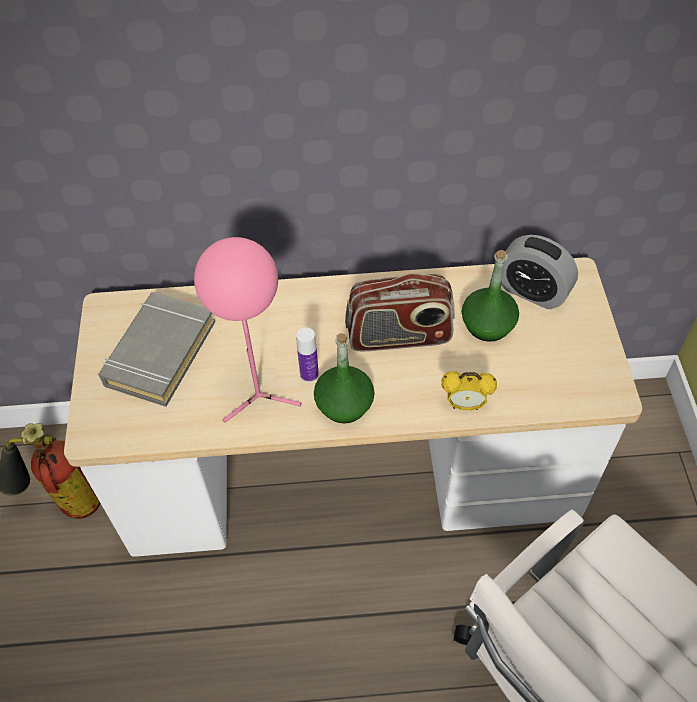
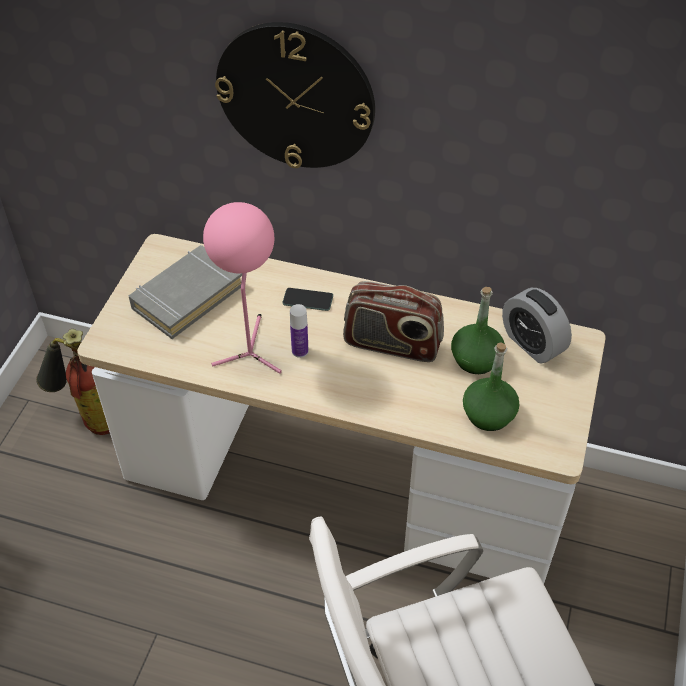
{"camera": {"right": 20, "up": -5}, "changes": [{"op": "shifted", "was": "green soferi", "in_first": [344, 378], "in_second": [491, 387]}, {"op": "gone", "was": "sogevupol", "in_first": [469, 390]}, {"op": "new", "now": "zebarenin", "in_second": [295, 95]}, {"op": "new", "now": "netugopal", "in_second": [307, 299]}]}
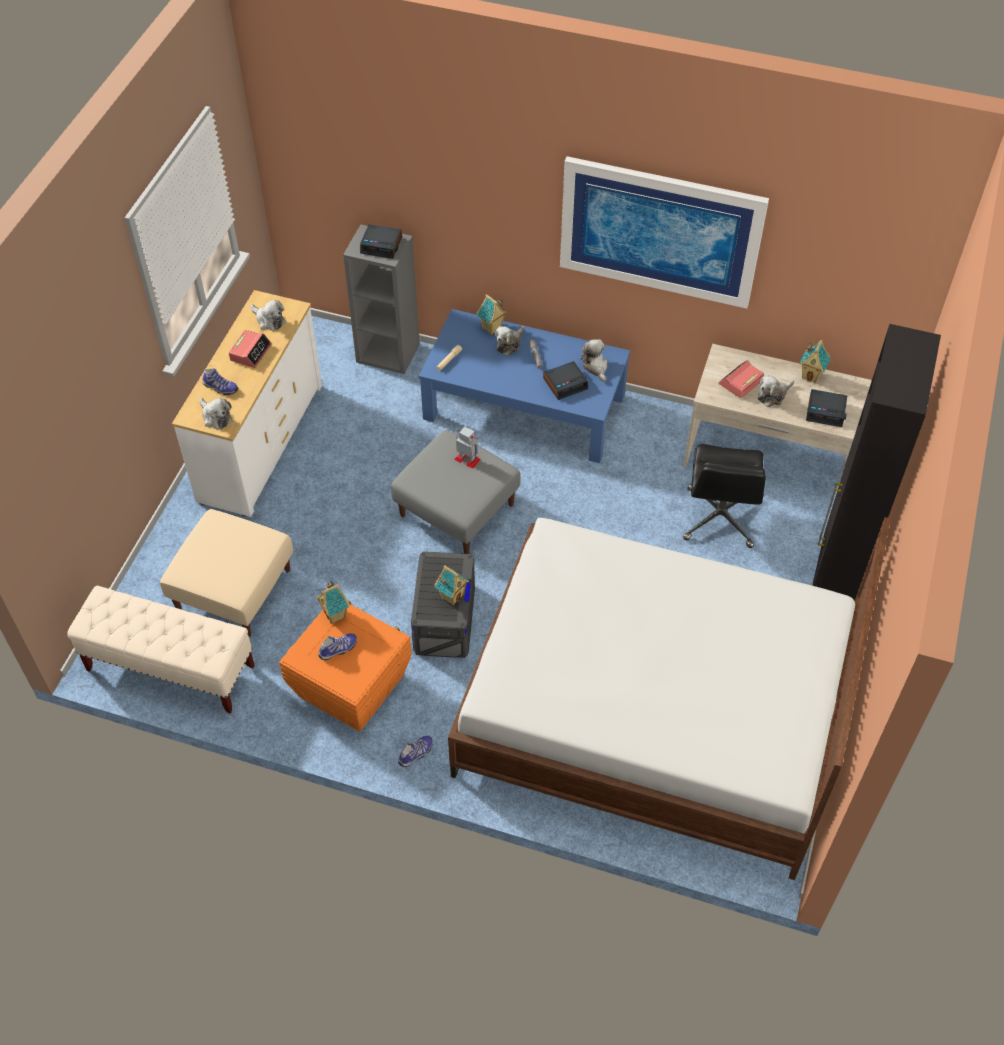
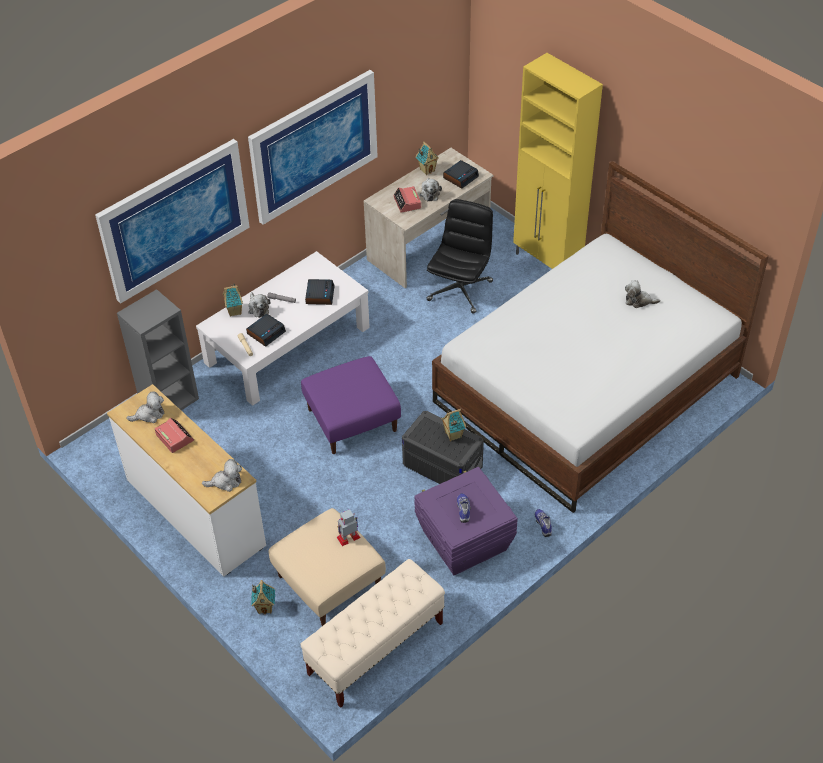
{"camera": {"right": -60, "up": -5}, "changes": [{"op": "gone", "was": "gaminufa", "in_first": [220, 381]}, {"op": "repainted", "was": "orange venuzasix", "now": "purple venuzasix", "in_first": [345, 666], "in_second": [466, 521]}, {"op": "shifted", "was": "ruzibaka", "in_first": [332, 602], "in_second": [263, 597]}, {"op": "shifted", "was": "sogevupol", "in_first": [381, 242], "in_second": [266, 330]}, {"op": "repainted", "was": "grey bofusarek", "now": "purple bofusarek", "in_first": [455, 492], "in_second": [351, 405]}, {"op": "repainted", "was": "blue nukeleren", "now": "white nukeleren", "in_first": [524, 386], "in_second": [283, 328]}, {"op": "shifted", "was": "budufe", "in_first": [467, 447], "in_second": [348, 527]}, {"op": "shifted", "was": "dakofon", "in_first": [594, 360], "in_second": [642, 294]}, {"op": "rotated", "was": "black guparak", "in_first": [724, 496], "in_second": [459, 256], "clockwise": -105}, {"op": "repainted", "was": "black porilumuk", "now": "yellow porilumuk", "in_first": [876, 462], "in_second": [558, 161]}, {"op": "new", "now": "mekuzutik", "in_second": [172, 221]}]}
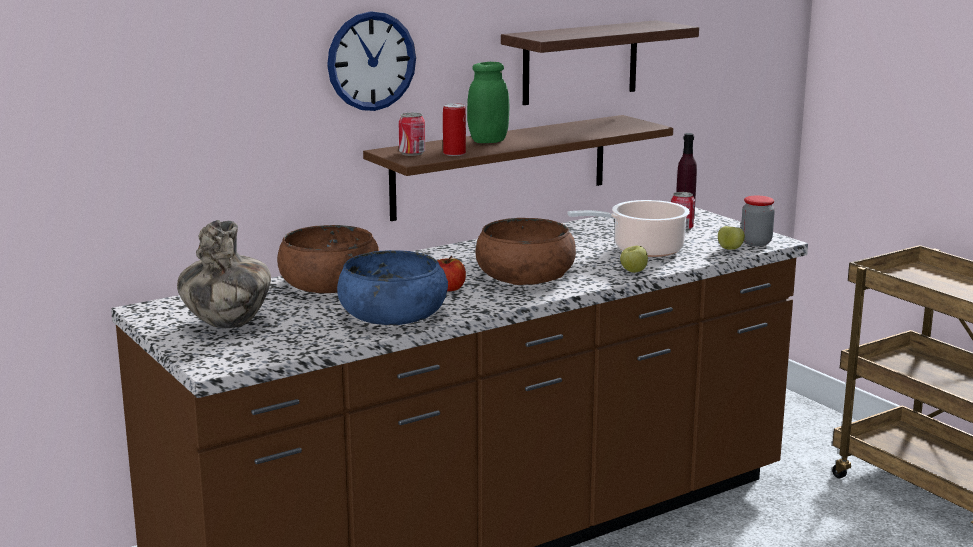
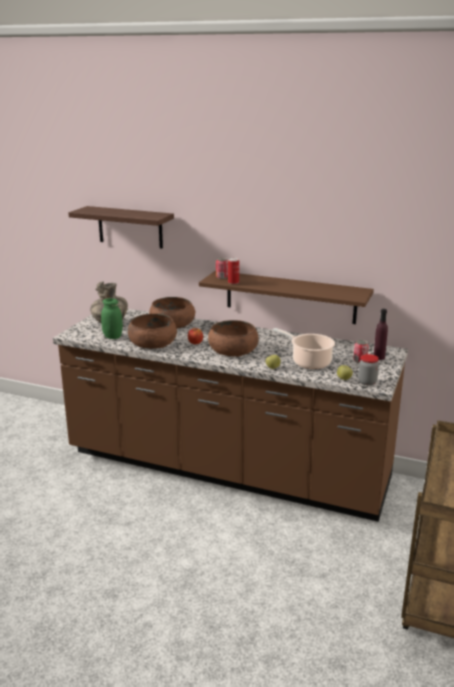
{"camera": {"right": 55, "up": 5}, "changes": [{"op": "gone", "was": "zebarenin", "in_first": [371, 61]}, {"op": "repainted", "was": "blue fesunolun", "now": "brown fesunolun", "in_first": [392, 287], "in_second": [152, 331]}, {"op": "shifted", "was": "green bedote", "in_first": [488, 102], "in_second": [112, 318]}, {"op": "shifted", "was": "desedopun", "in_first": [600, 62], "in_second": [121, 227]}]}
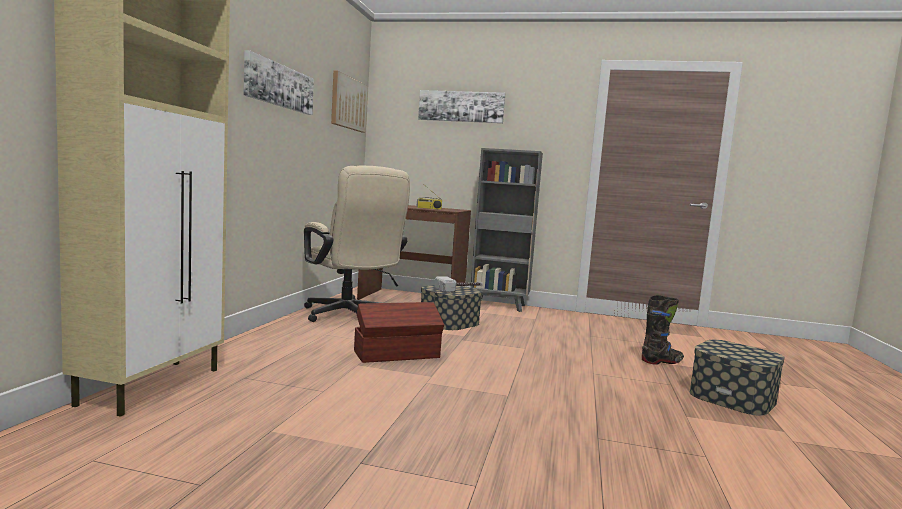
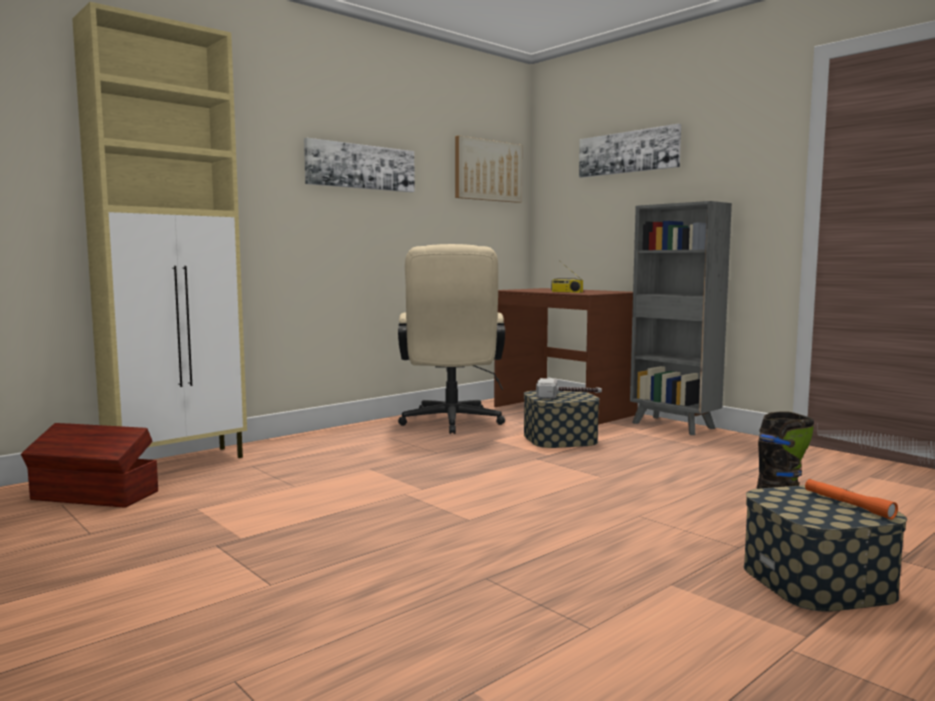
{"camera": {"right": 35, "up": 0}, "changes": [{"op": "shifted", "was": "brown venuzasix", "in_first": [399, 332], "in_second": [89, 465]}, {"op": "new", "now": "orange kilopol", "in_second": [851, 499]}]}
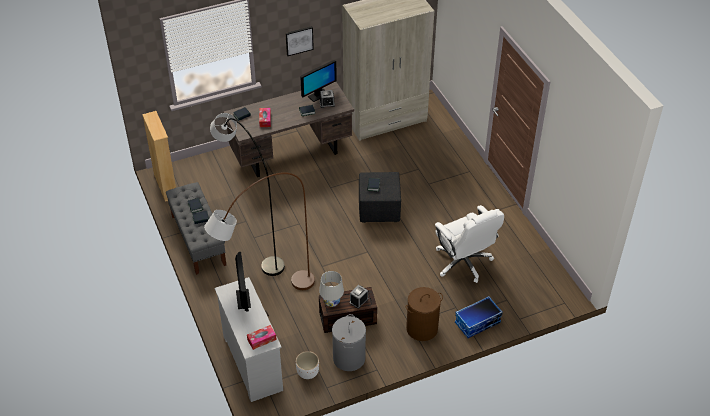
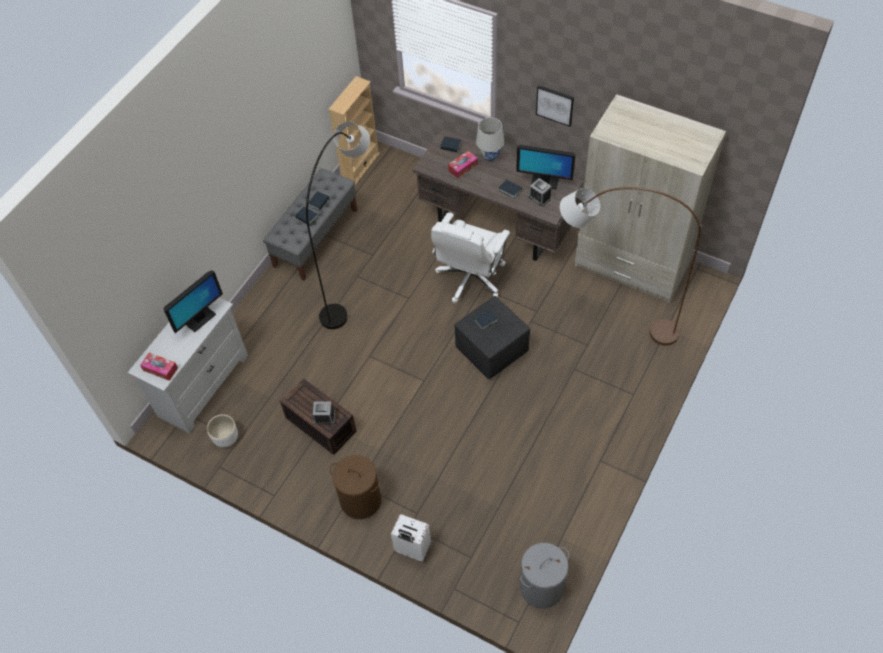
{"camera": {"right": 55, "up": 10}, "changes": [{"op": "shifted", "was": "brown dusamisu", "in_first": [259, 231], "in_second": [630, 266]}, {"op": "shifted", "was": "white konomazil", "in_first": [331, 289], "in_second": [490, 139]}, {"op": "shifted", "was": "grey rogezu", "in_first": [349, 342], "in_second": [544, 576]}, {"op": "shifted", "was": "white guparak", "in_first": [469, 244], "in_second": [470, 257]}, {"op": "swapped", "was": "venuzasix", "now": "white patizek", "in_first": [479, 317], "in_second": [411, 537]}]}
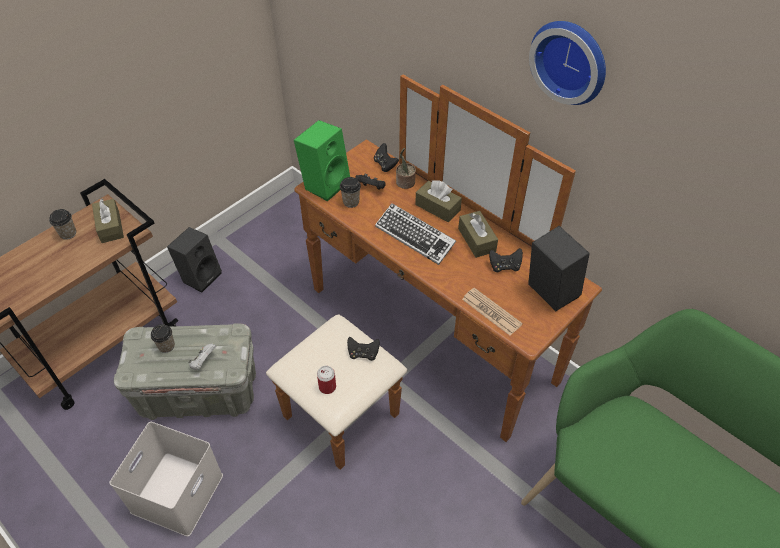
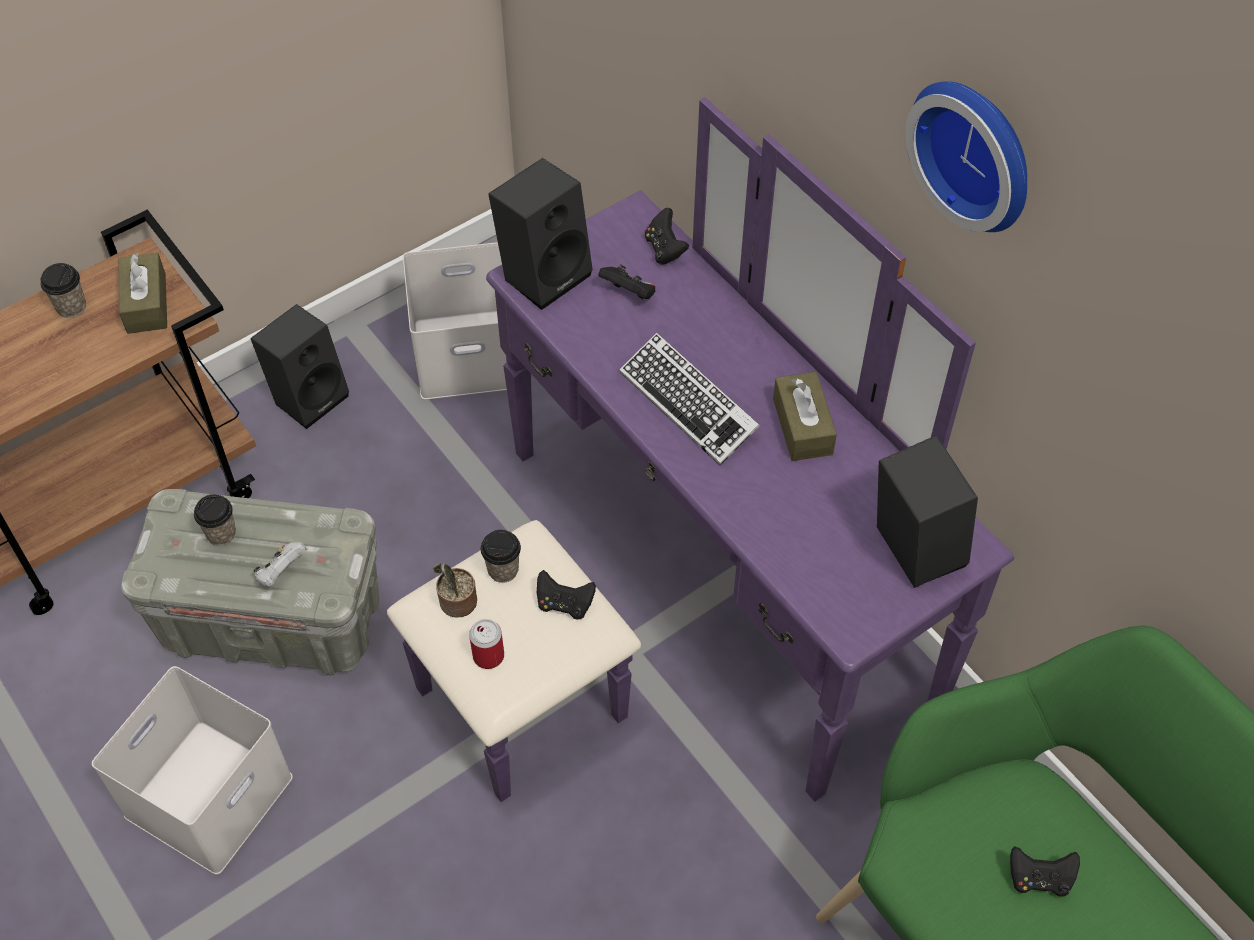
{"camera": {"right": 10, "up": 5}, "changes": [{"op": "repainted", "was": "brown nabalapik", "now": "purple nabalapik", "in_first": [434, 272], "in_second": [700, 449]}, {"op": "repainted", "was": "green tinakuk", "now": "black tinakuk", "in_first": [322, 161], "in_second": [540, 234]}, {"op": "shifted", "was": "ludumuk", "in_first": [350, 192], "in_second": [501, 556]}, {"op": "shifted", "was": "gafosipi", "in_first": [406, 168], "in_second": [455, 590]}, {"op": "gone", "was": "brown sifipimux", "in_first": [438, 201]}, {"op": "gone", "was": "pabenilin", "in_first": [492, 311]}, {"op": "shifted", "was": "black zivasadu", "in_first": [506, 260], "in_second": [1045, 871]}, {"op": "new", "now": "white venuzasix", "in_second": [455, 321]}]}
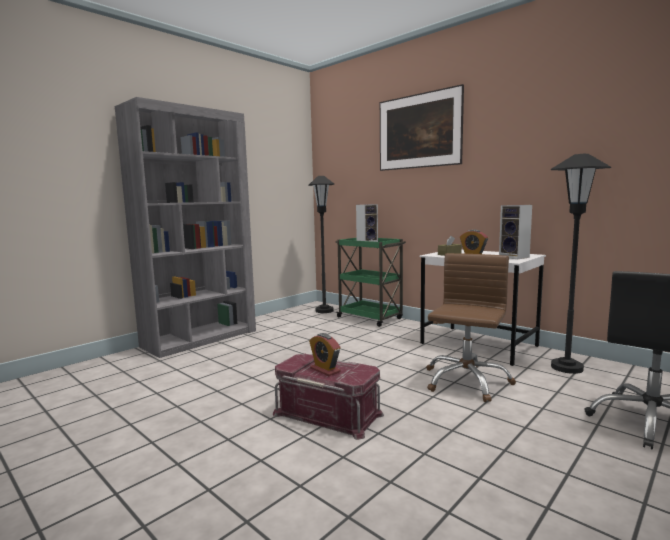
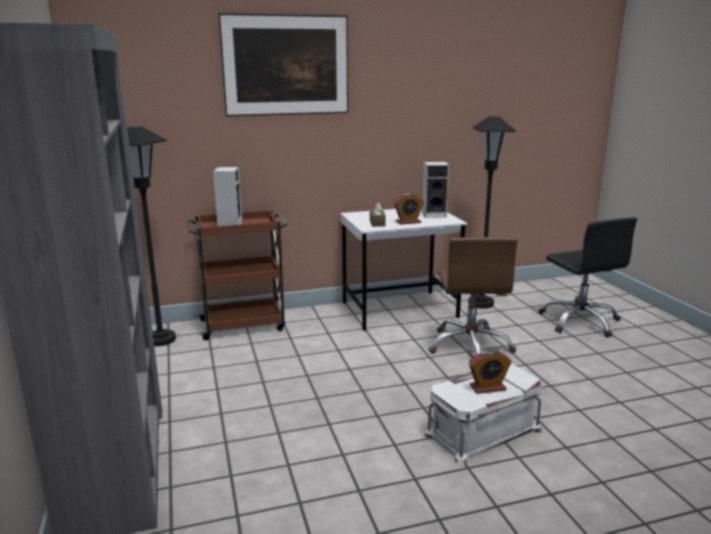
{"camera": {"right": -60, "up": 10}, "changes": [{"op": "repainted", "was": "red venuzasix", "now": "white venuzasix", "in_first": [328, 397], "in_second": [483, 414]}, {"op": "repainted", "was": "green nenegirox", "now": "brown nenegirox", "in_first": [370, 282], "in_second": [238, 275]}, {"op": "rotated", "was": "brown guparak", "in_first": [471, 327], "in_second": [473, 296], "clockwise": -150}]}
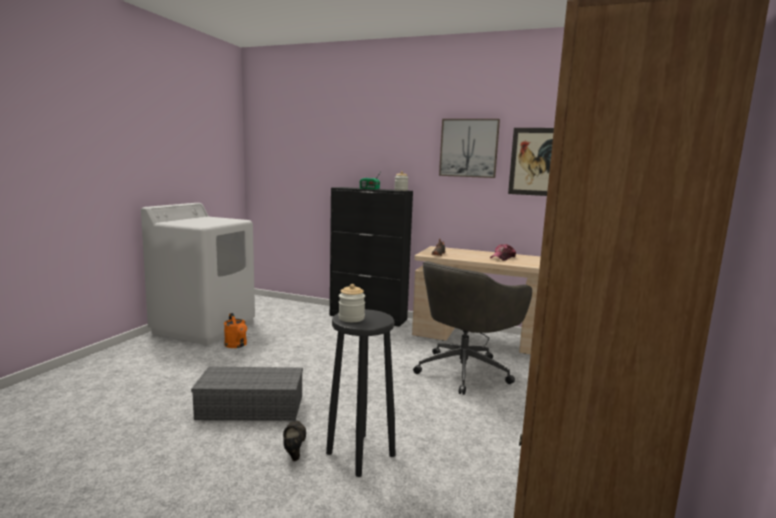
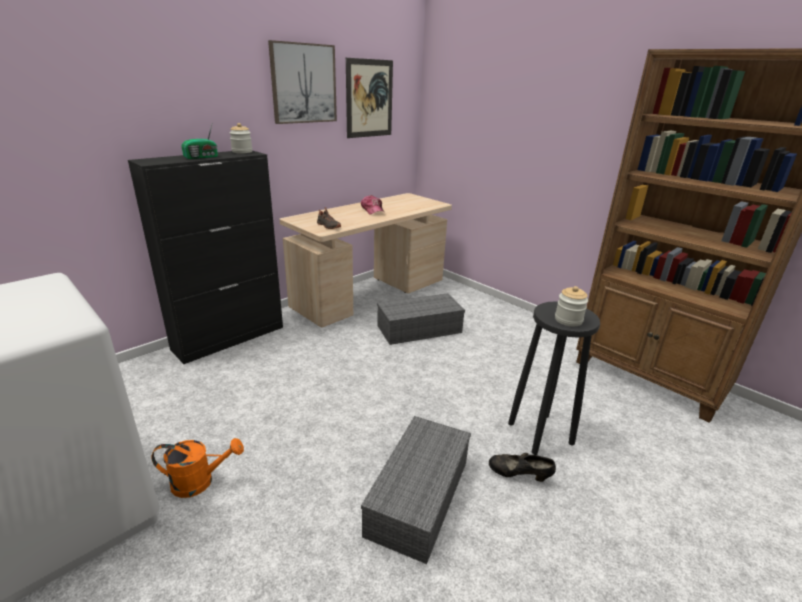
{"camera": {"right": -65, "up": 15}, "changes": [{"op": "swapped", "was": "grey guparak", "now": "grey venuzasix", "in_first": [472, 328], "in_second": [421, 319]}]}
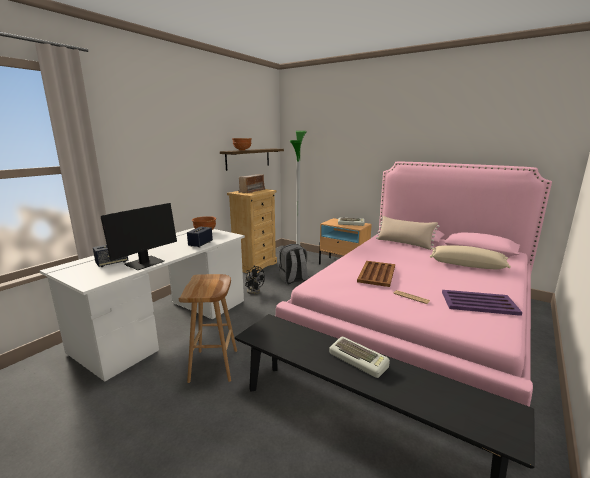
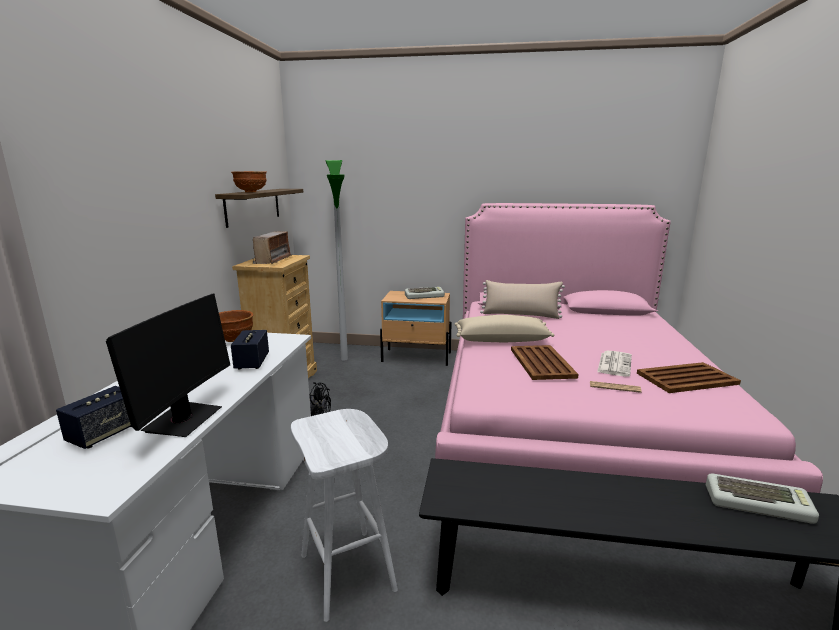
{"camera": {"right": -25, "up": 0}, "changes": [{"op": "repainted", "was": "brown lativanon", "now": "white lativanon", "in_first": [208, 328], "in_second": [344, 515]}, {"op": "gone", "was": "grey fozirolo", "in_first": [293, 264]}, {"op": "shifted", "was": "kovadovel", "in_first": [359, 357], "in_second": [762, 498]}, {"op": "shifted", "was": "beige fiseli", "in_first": [470, 257], "in_second": [505, 328]}, {"op": "repainted", "was": "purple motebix", "now": "brown motebix", "in_first": [482, 303], "in_second": [689, 377]}, {"op": "new", "now": "pabenilin", "in_second": [614, 364]}]}
